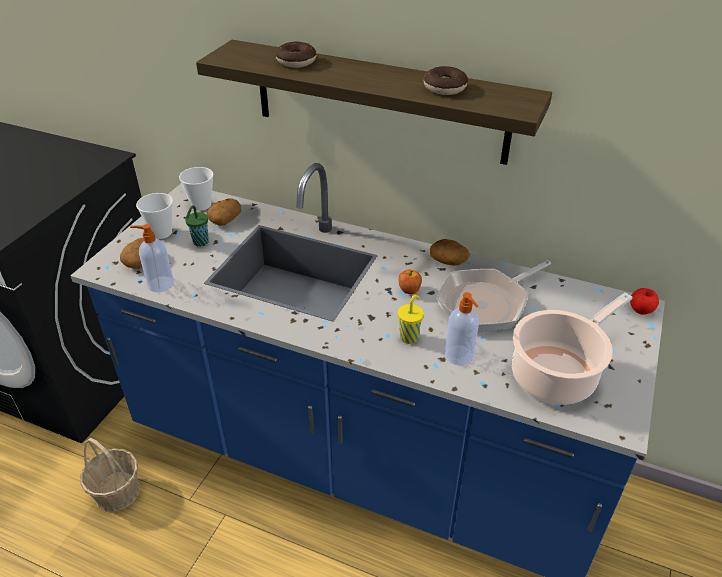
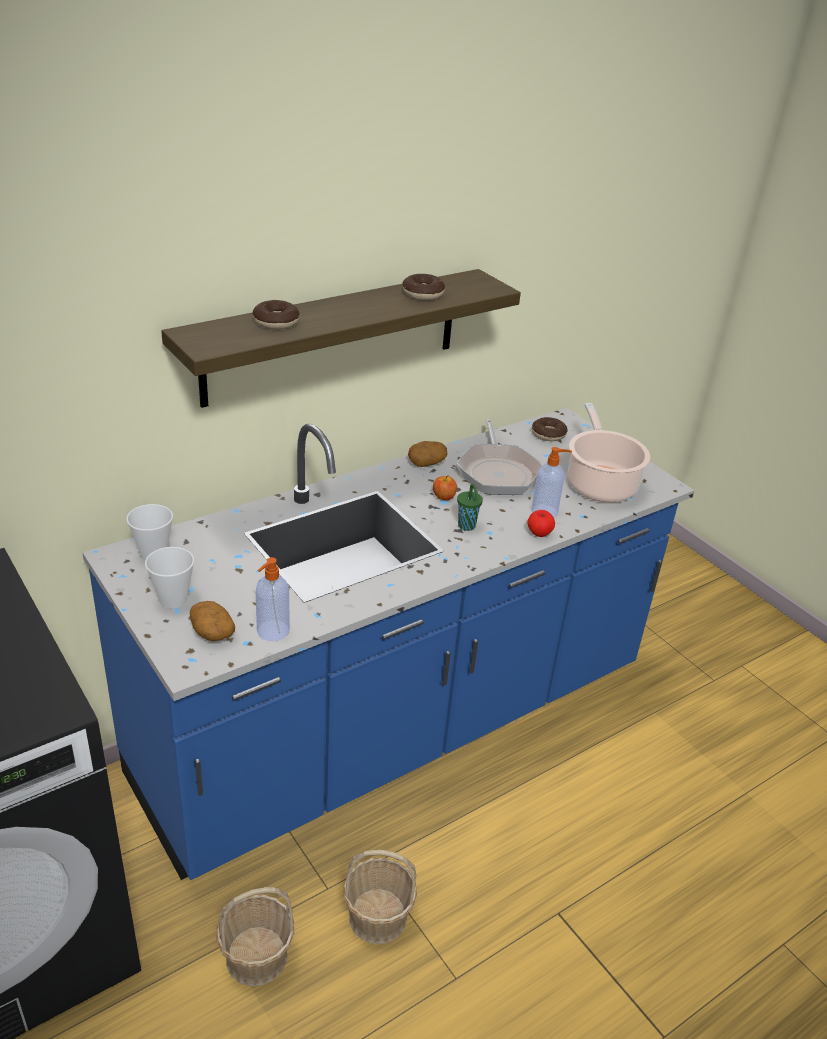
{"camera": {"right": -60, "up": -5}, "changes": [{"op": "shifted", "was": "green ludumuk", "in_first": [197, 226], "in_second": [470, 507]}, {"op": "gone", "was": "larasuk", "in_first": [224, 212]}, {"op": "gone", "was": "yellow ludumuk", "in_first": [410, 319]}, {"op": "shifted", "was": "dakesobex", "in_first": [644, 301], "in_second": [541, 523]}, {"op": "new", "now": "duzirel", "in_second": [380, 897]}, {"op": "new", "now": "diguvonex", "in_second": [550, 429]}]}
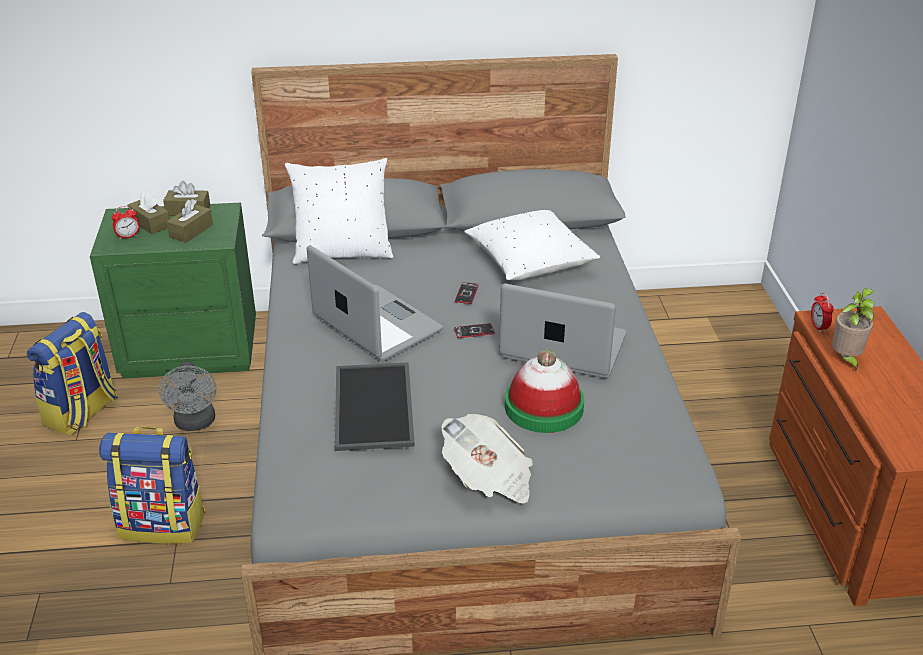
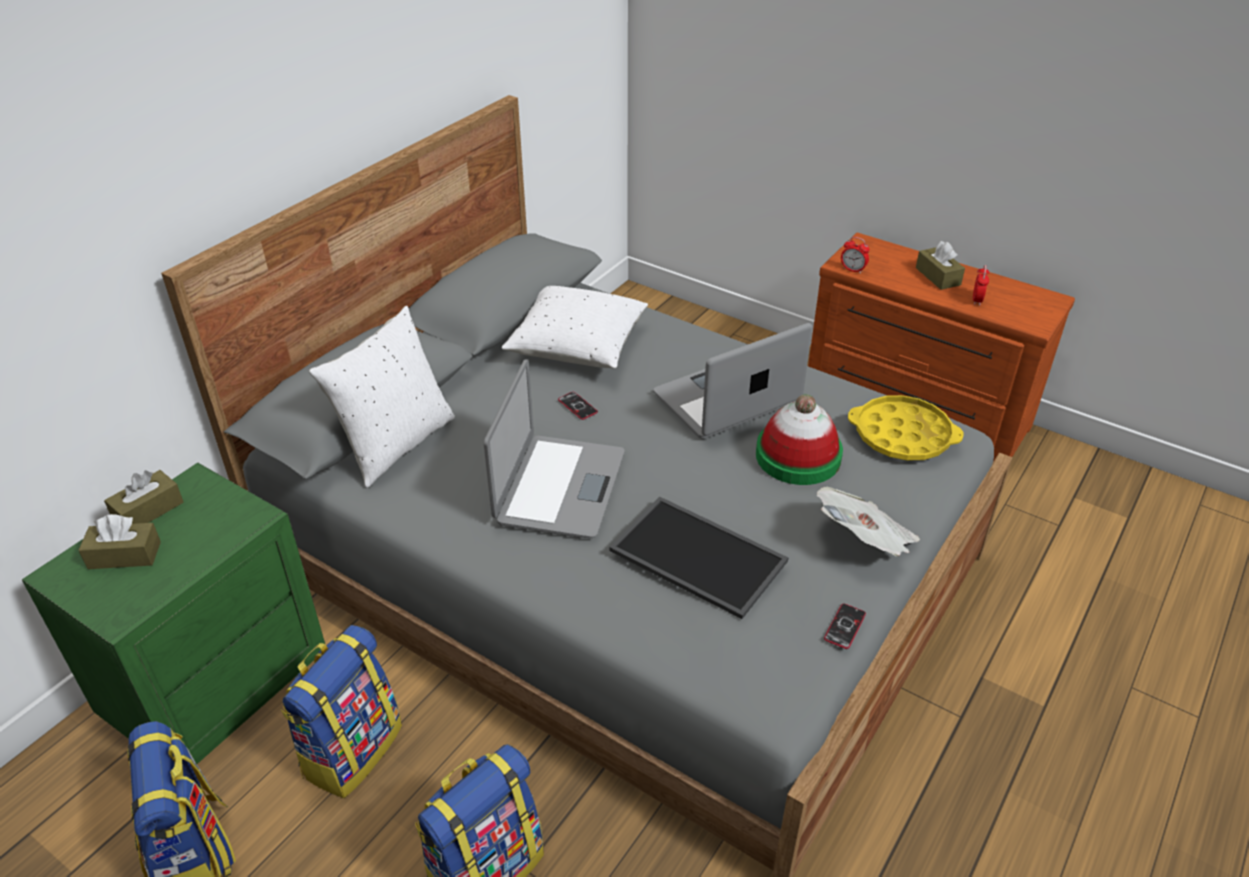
{"camera": {"right": -50, "up": 5}, "changes": [{"op": "shifted", "was": "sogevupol", "in_first": [125, 223], "in_second": [981, 285]}, {"op": "swapped", "was": "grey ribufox", "now": "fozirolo", "in_first": [188, 396], "in_second": [341, 711]}, {"op": "shifted", "was": "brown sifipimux", "in_first": [189, 221], "in_second": [940, 265]}, {"op": "rotated", "was": "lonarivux", "in_first": [375, 303], "in_second": [554, 448], "clockwise": 105}, {"op": "shifted", "was": "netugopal", "in_first": [474, 330], "in_second": [845, 626]}, {"op": "gone", "was": "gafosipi", "in_first": [853, 330]}, {"op": "new", "now": "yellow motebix", "in_second": [905, 427]}]}
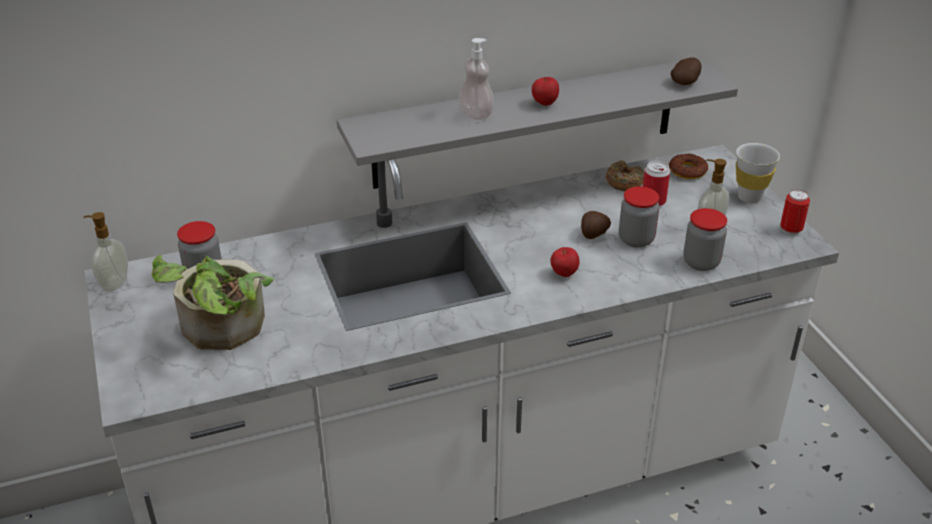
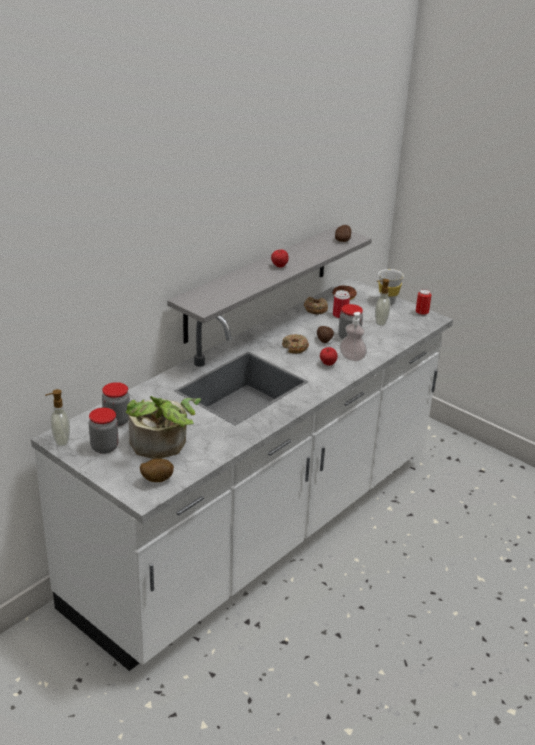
{"camera": {"right": -30, "up": -5}, "changes": [{"op": "shifted", "was": "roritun", "in_first": [476, 79], "in_second": [353, 336]}, {"op": "shifted", "was": "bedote", "in_first": [705, 239], "in_second": [104, 431]}, {"op": "new", "now": "larasuk", "in_second": [157, 470]}, {"op": "new", "now": "diguvonex", "in_second": [295, 344]}]}
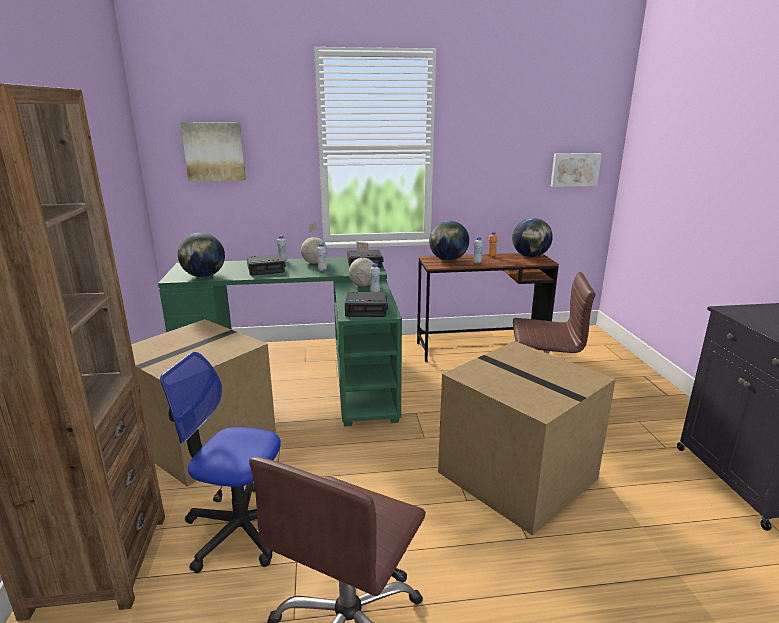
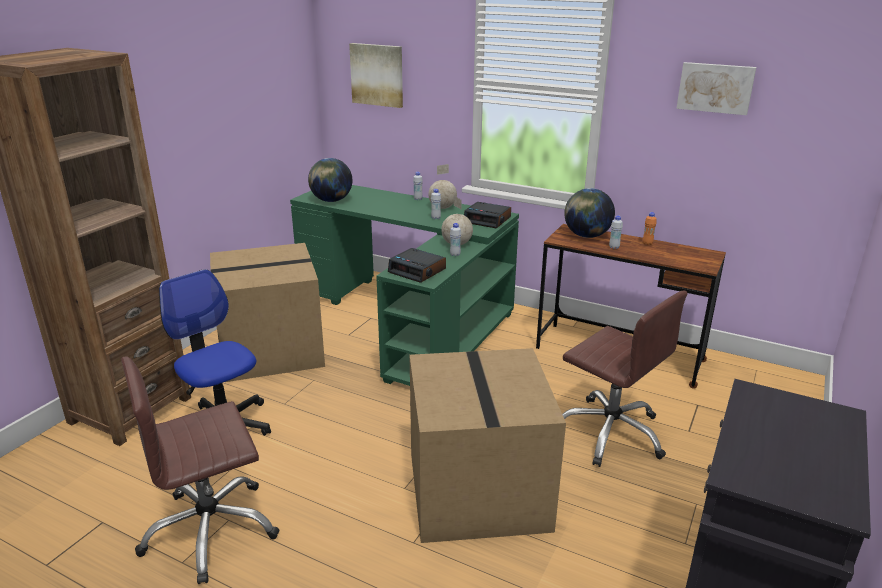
{"camera": {"right": 35, "up": 5}, "changes": [{"op": "gone", "was": "sogevupol", "in_first": [266, 264]}, {"op": "gone", "was": "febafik", "in_first": [532, 237]}, {"op": "shifted", "was": "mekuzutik", "in_first": [576, 170], "in_second": [716, 88]}]}
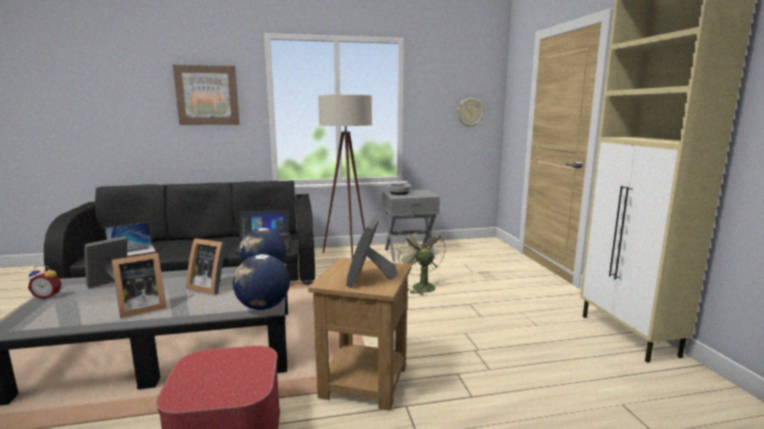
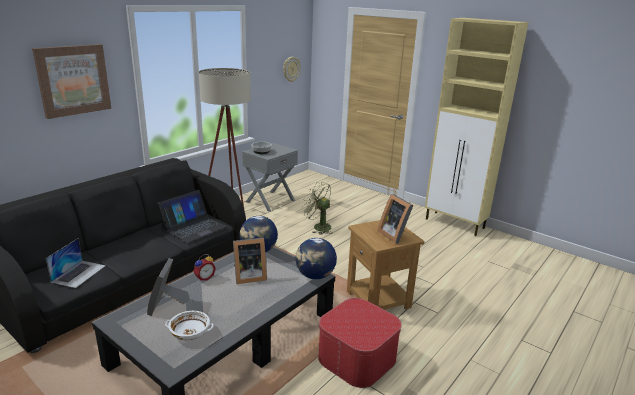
{"camera": {"right": -40, "up": 10}, "changes": [{"op": "shifted", "was": "sogevupol", "in_first": [45, 282], "in_second": [204, 267]}, {"op": "gone", "was": "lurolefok", "in_first": [139, 285]}, {"op": "new", "now": "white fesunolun", "in_second": [189, 325]}]}
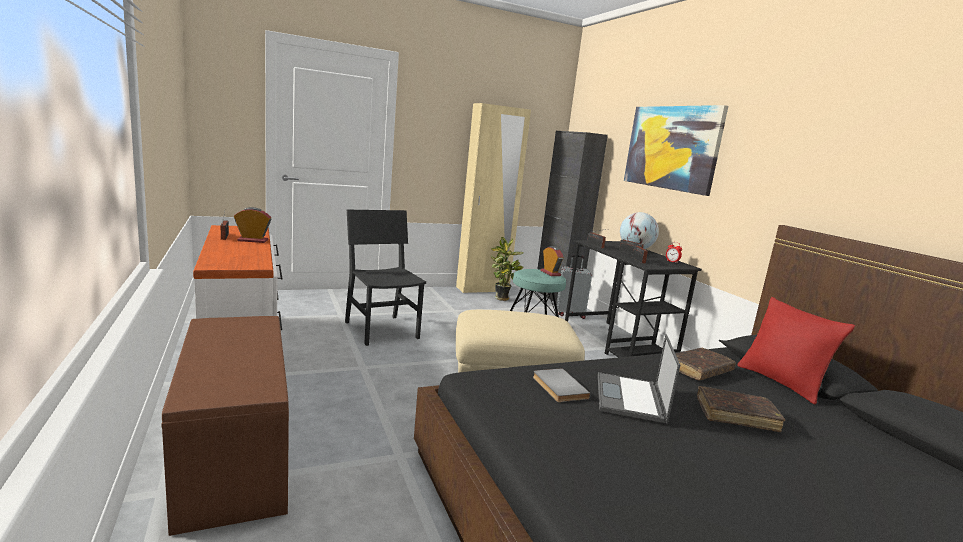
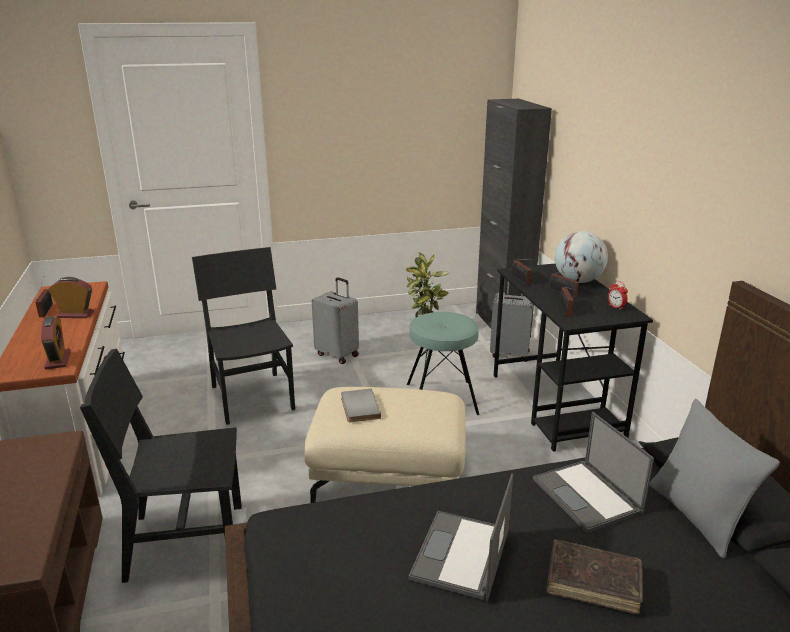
{"camera": {"right": 10, "up": 10}, "changes": [{"op": "gone", "was": "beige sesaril", "in_first": [493, 198]}, {"op": "shifted", "was": "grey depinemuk", "in_first": [562, 385], "in_second": [361, 405]}, {"op": "shifted", "was": "sogevupol", "in_first": [552, 261], "in_second": [56, 342]}, {"op": "gone", "was": "mekuzutik", "in_first": [676, 150]}, {"op": "swapped", "was": "brown depinemuk", "now": "lonarivux", "in_first": [706, 364], "in_second": [593, 472]}, {"op": "repainted", "was": "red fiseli", "now": "grey fiseli", "in_first": [796, 351], "in_second": [714, 478]}, {"op": "new", "now": "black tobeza", "in_second": [161, 466]}, {"op": "new", "now": "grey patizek", "in_second": [335, 320]}]}
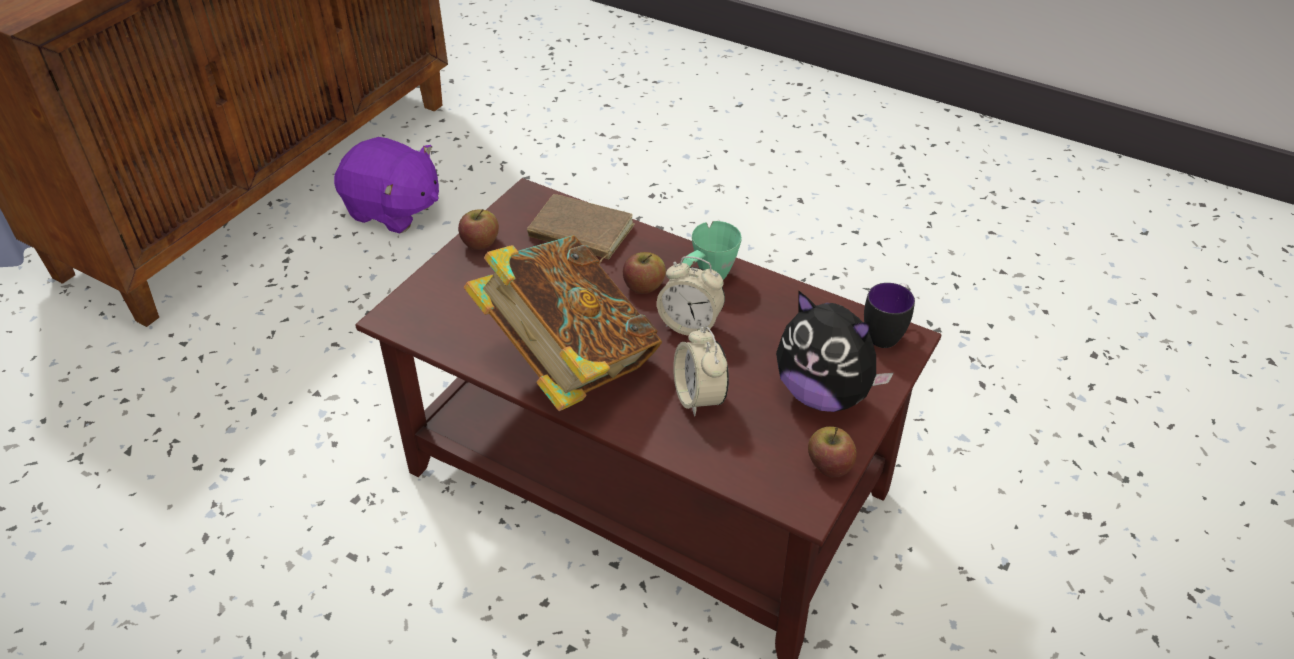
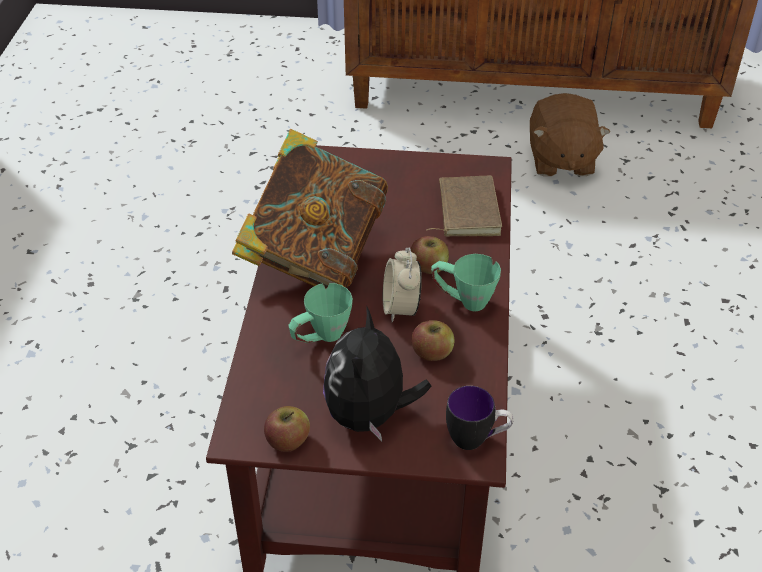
{"camera": {"right": 65, "up": 0}, "changes": [{"op": "repainted", "was": "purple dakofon", "now": "brown dakofon", "in_first": [386, 185], "in_second": [570, 134]}, {"op": "shifted", "was": "dakesobex", "in_first": [478, 229], "in_second": [432, 340]}, {"op": "swapped", "was": "sogevupol", "now": "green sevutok", "in_first": [701, 371], "in_second": [321, 313]}]}
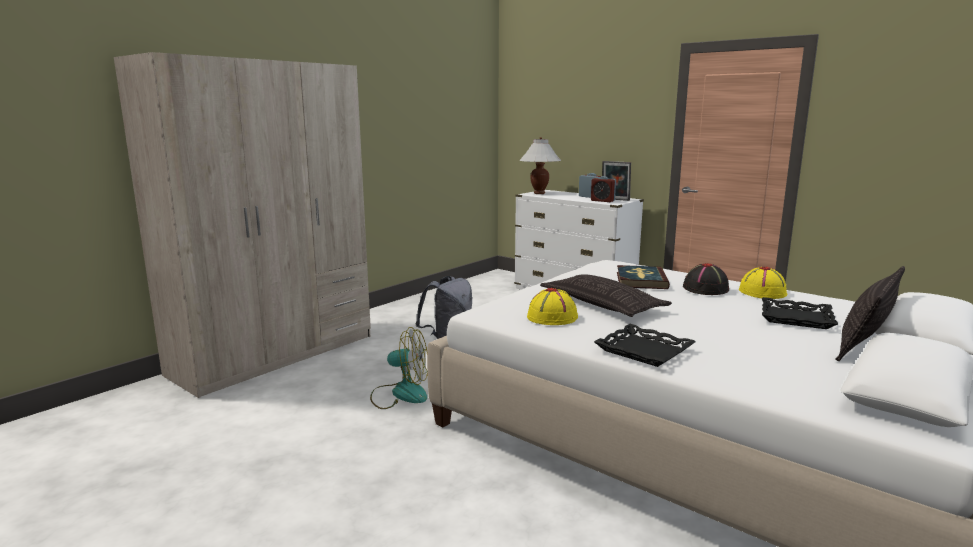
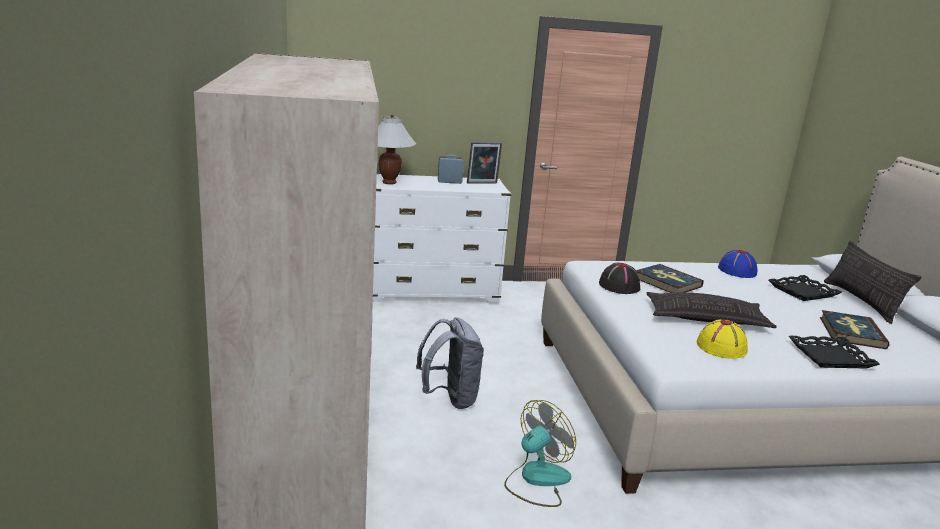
{"camera": {"right": -50, "up": 5}, "changes": [{"op": "gone", "was": "sogevupol", "in_first": [603, 189]}, {"op": "shifted", "was": "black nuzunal", "in_first": [706, 279], "in_second": [619, 278]}, {"op": "repainted", "was": "yellow nuzunal", "now": "blue nuzunal", "in_first": [763, 283], "in_second": [738, 264]}, {"op": "new", "now": "depinemuk", "in_second": [854, 329]}]}
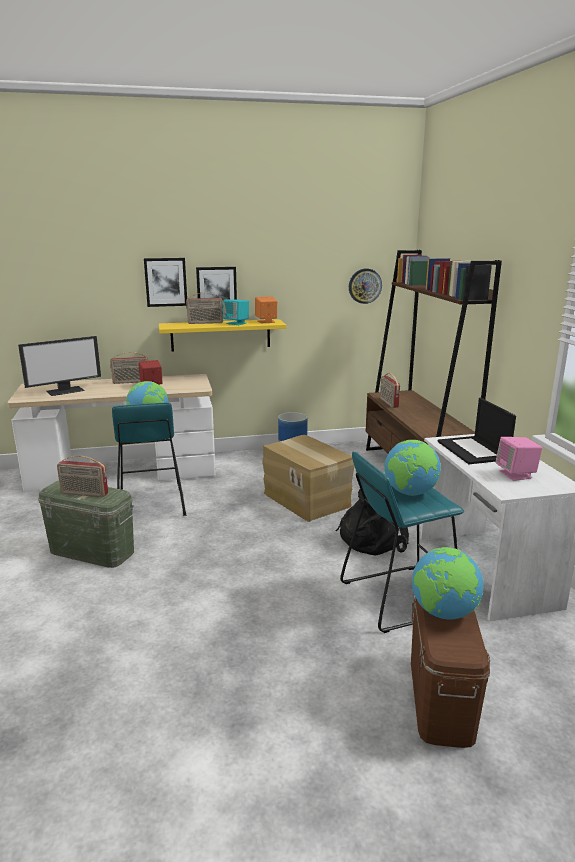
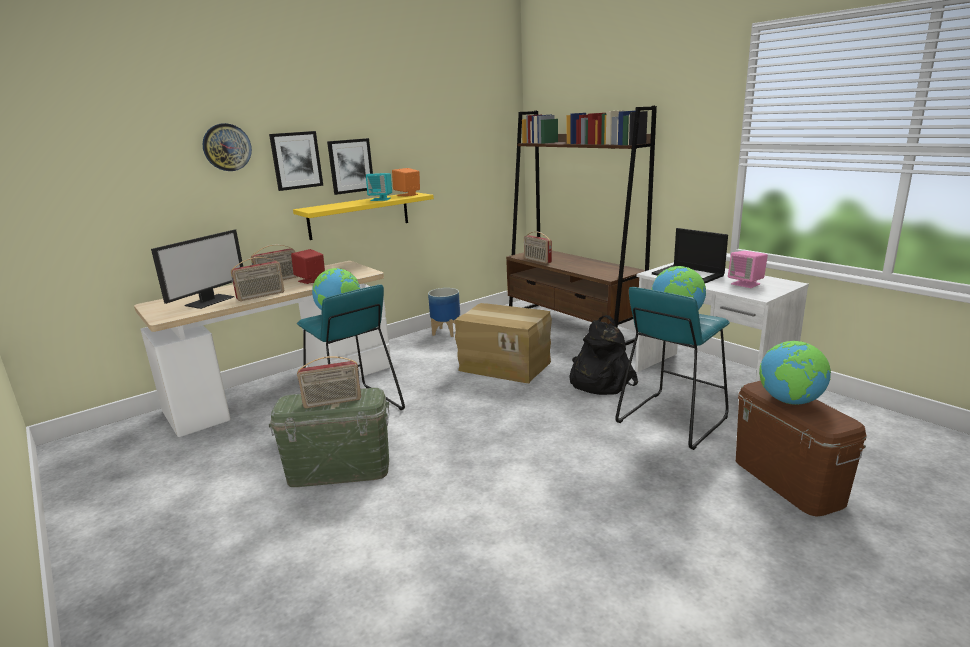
{"camera": {"right": -25, "up": 0}, "changes": [{"op": "shifted", "was": "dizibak", "in_first": [204, 308], "in_second": [257, 279]}, {"op": "shifted", "was": "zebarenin", "in_first": [365, 286], "in_second": [227, 147]}]}
